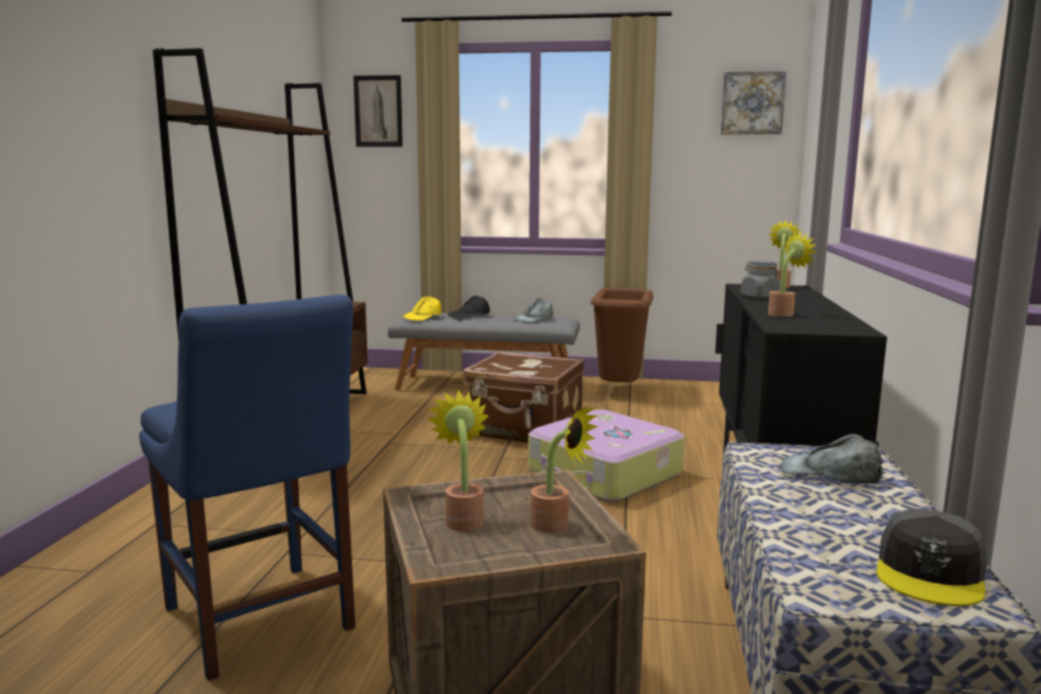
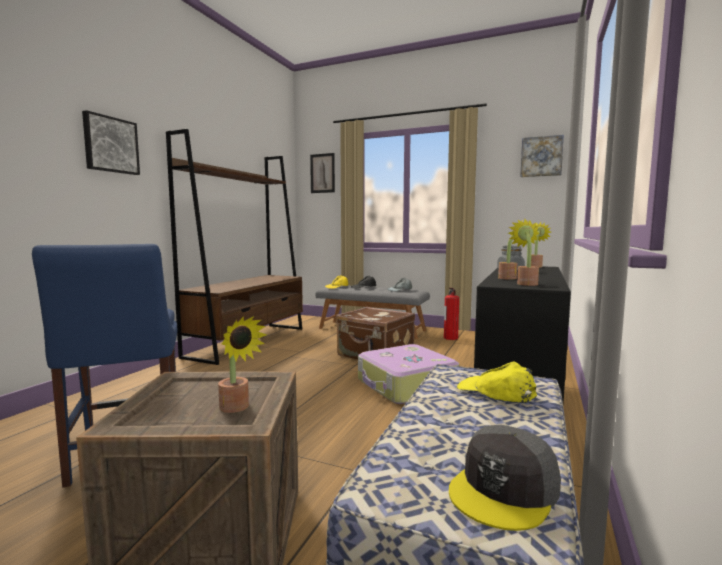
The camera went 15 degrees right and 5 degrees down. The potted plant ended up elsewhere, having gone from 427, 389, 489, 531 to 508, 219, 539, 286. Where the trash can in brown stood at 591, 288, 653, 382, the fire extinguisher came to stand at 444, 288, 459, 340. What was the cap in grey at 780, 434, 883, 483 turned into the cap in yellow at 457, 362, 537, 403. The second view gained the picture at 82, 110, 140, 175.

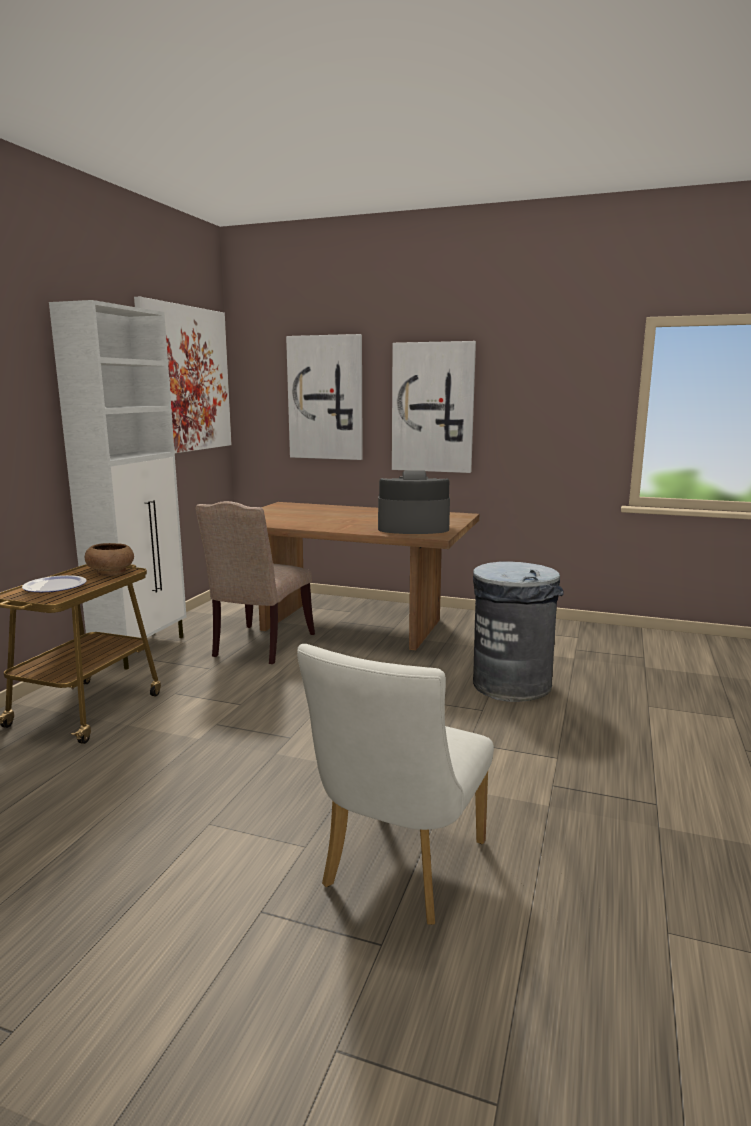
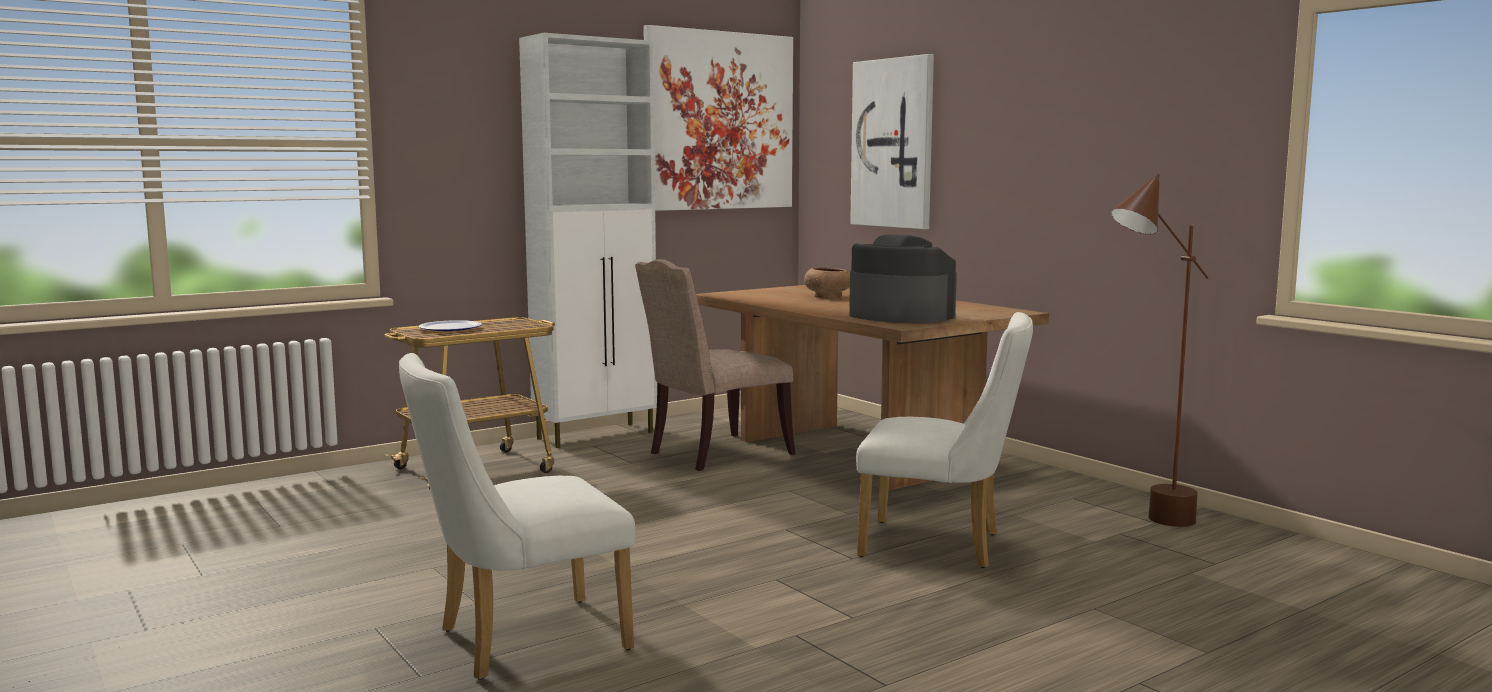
The camera went 35 degrees right and 5 degrees down. The bowl in brown ended up elsewhere, having gone from 85, 543, 134, 576 to 804, 267, 850, 298. The second view lost the picture at 392, 341, 476, 473. Where the trash can in grey stood at 473, 561, 564, 702, the chair in white came to stand at 856, 312, 1033, 568. The second view gained the floor lamp in brown at 1111, 174, 1209, 527.

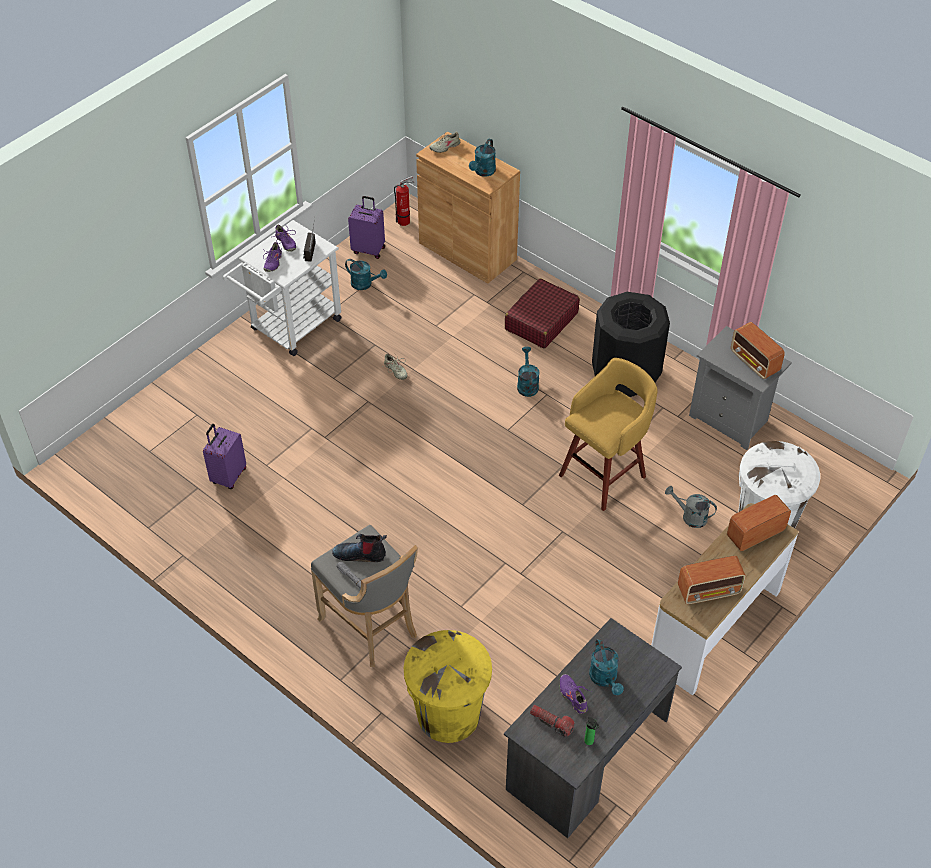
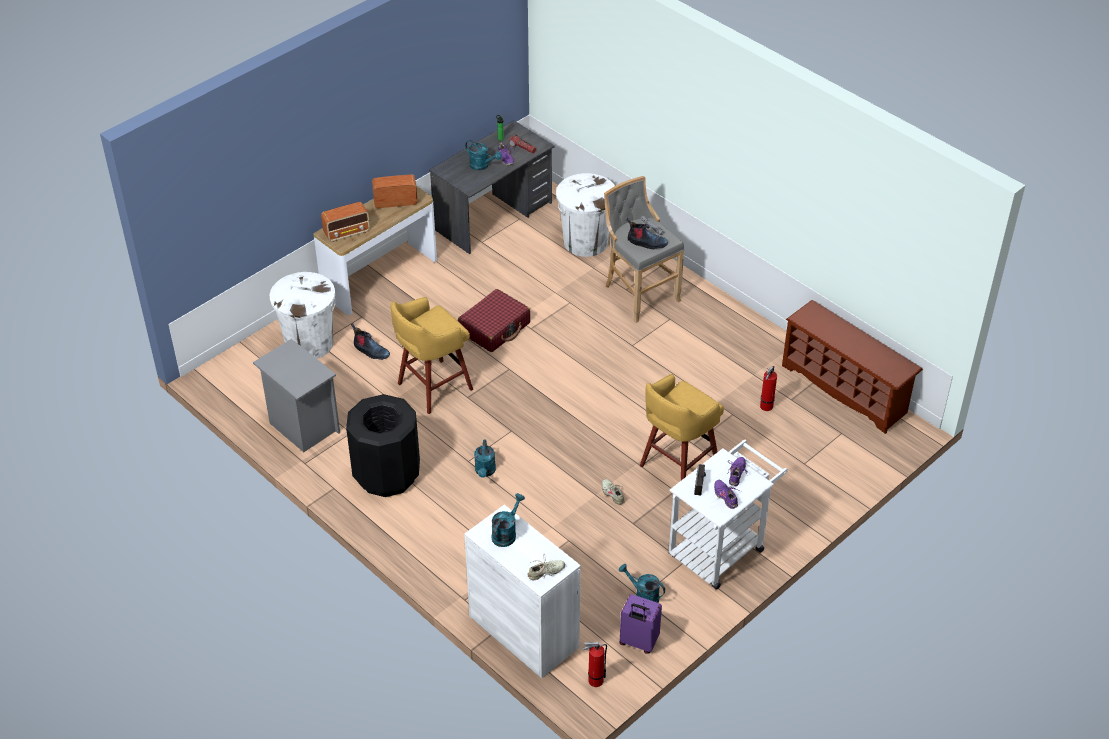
The camera went 175 degrees left and 5 degrees down. Where the suitcase in purple stood at 203, 424, 246, 489, the fire extinguisher came to stand at 760, 366, 777, 411. What was the trash can in yellow at 404, 630, 492, 743 turned into the trash can in white at 556, 173, 615, 257. What was the cabinet in brown at 416, 131, 520, 284 turned into the cabinet in white at 464, 505, 581, 678. The suitcase in red ended up elsewhere, having gone from 505, 278, 580, 349 to 458, 289, 530, 352. The watering can in turquoise at 589, 639, 624, 695 ended up facing another way, 135 degrees clockwise from before. Where the watering can in grey stood at 665, 486, 717, 528, the boot came to stand at 351, 323, 390, 360. The second view lost the radio at 731, 322, 785, 379. The second view gained the stool in yellow at 640, 374, 724, 480. The second view gained the shoe rack in brown at 782, 300, 923, 434.

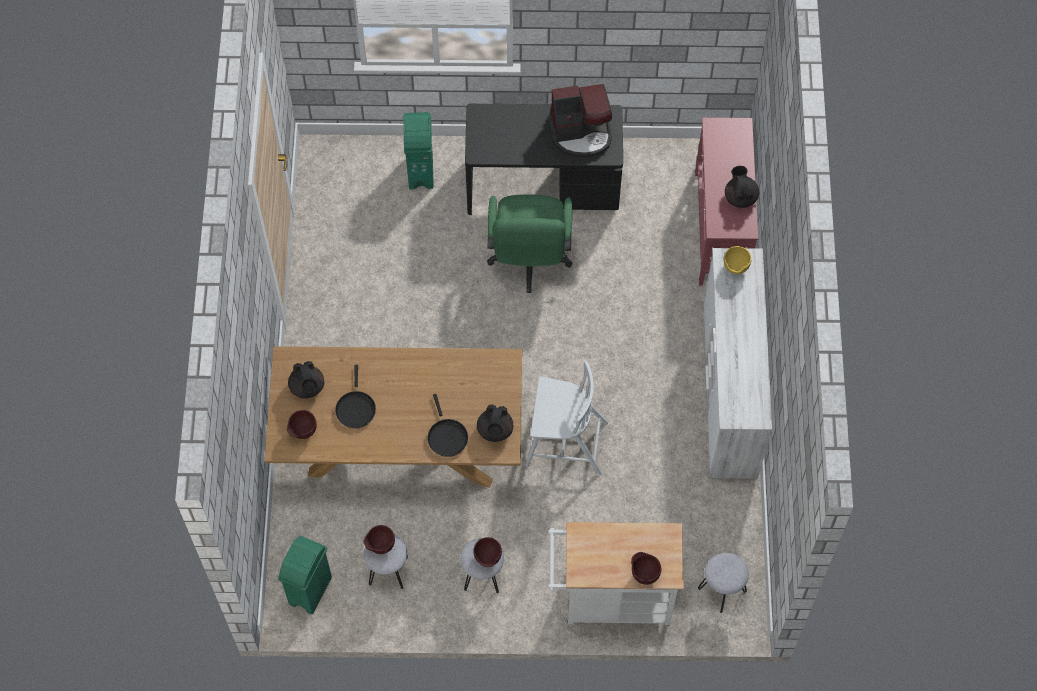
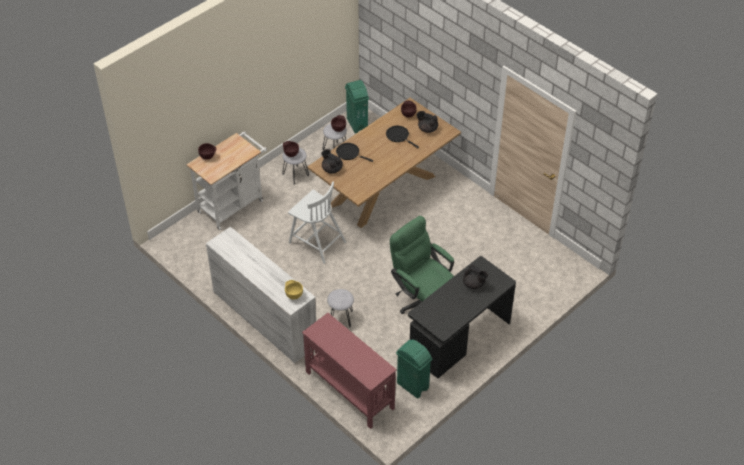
The camera went 135 degrees right and 15 degrees down. The trash can in green ended up elsewhere, having gone from 403, 112, 434, 190 to 396, 340, 432, 399. The chair in white at 525, 361, 608, 475 ended up facing another way, 105 degrees counterclockwise from before. The second view lost the coffee machine at 547, 84, 612, 158. The stool in grey ended up elsewhere, having gone from 698, 553, 749, 613 to 327, 289, 354, 327. The teapot in black ended up elsewhere, having gone from 725, 166, 759, 208 to 463, 265, 488, 289.

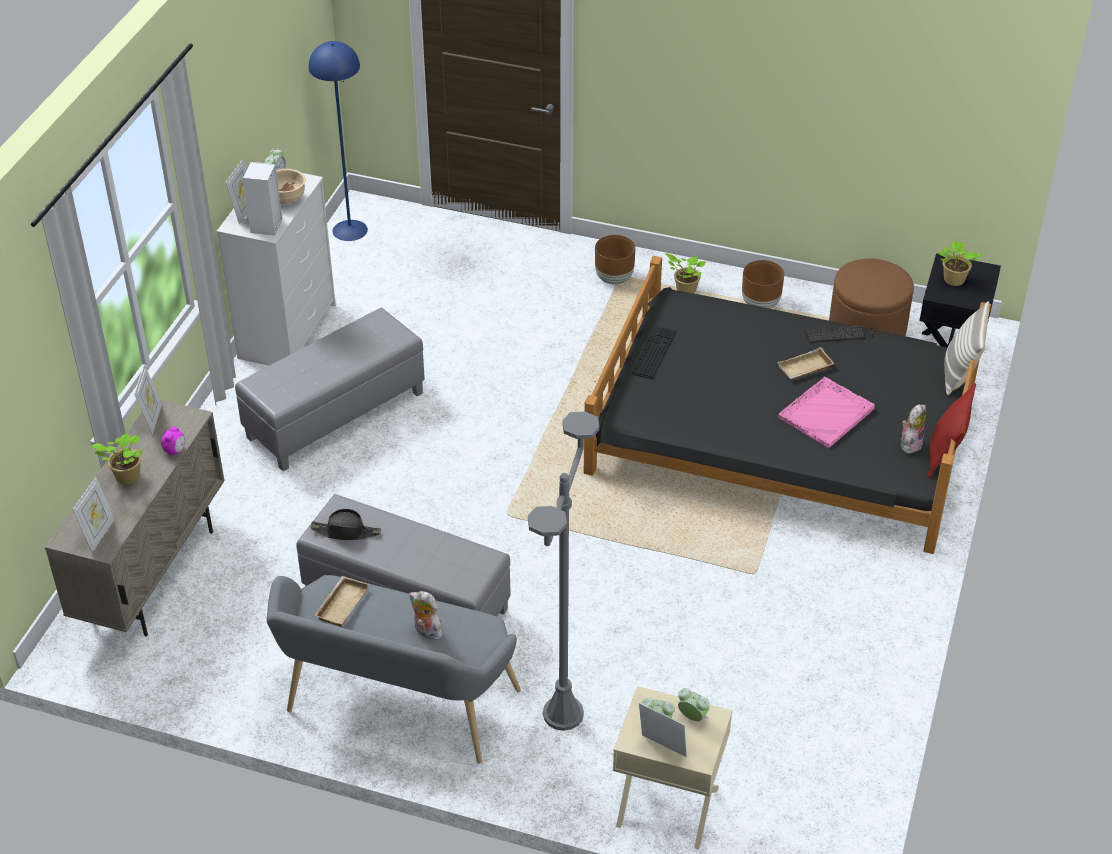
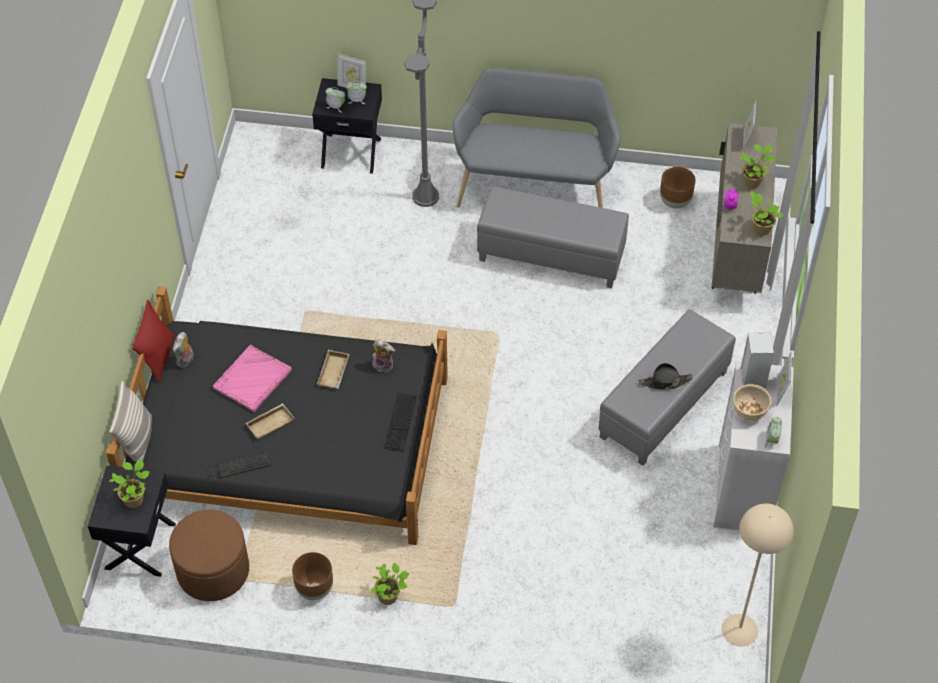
The camera went 170 degrees right and 10 degrees up. Where the picture frame stood at 134, 364, 162, 435, the potted plant came to stand at 750, 191, 783, 236. What was the floor lamp in blue at 309, 41, 368, 241 turned into the floor lamp in beige at 722, 504, 794, 646. The hat in black ended up elsewhere, having gone from 310, 509, 381, 540 to 639, 363, 693, 390. The tray in beige ended up elsewhere, having gone from 314, 576, 369, 627 to 317, 350, 350, 389. The plush toy ended up elsewhere, having gone from 409, 591, 443, 640 to 372, 339, 395, 373. The planter in brown ended up elsewhere, having gone from 595, 235, 635, 285 to 660, 167, 695, 208. What was the nightstand in beige at 613, 686, 732, 850 turned into the nightstand in black at 312, 78, 382, 174.

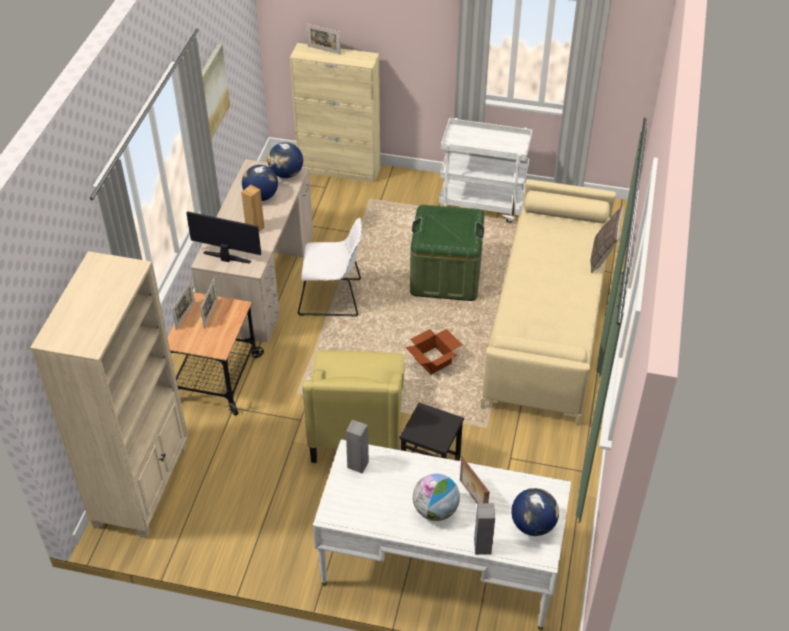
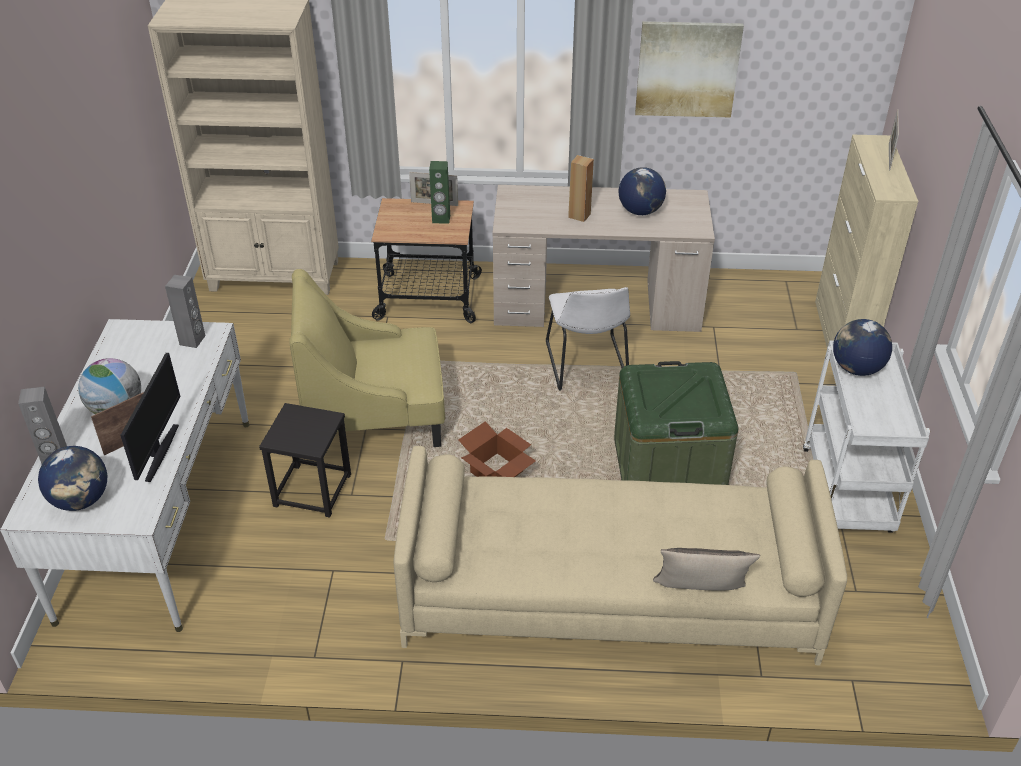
The camera went 80 degrees right and 5 degrees down. The monitor ended up elsewhere, having gone from 186, 211, 261, 264 to 120, 353, 181, 482. Where the picture frame stood at 200, 278, 218, 329, the speaker in green came to stand at 429, 161, 450, 224. The globe ended up elsewhere, having gone from 268, 142, 303, 178 to 833, 319, 892, 376.

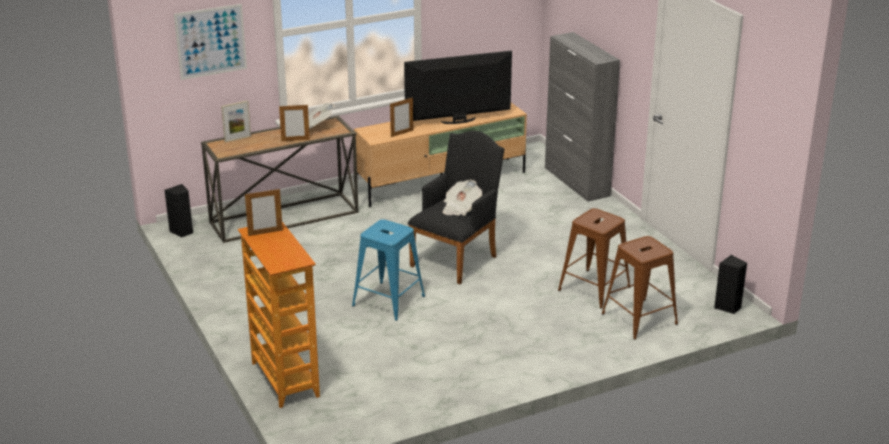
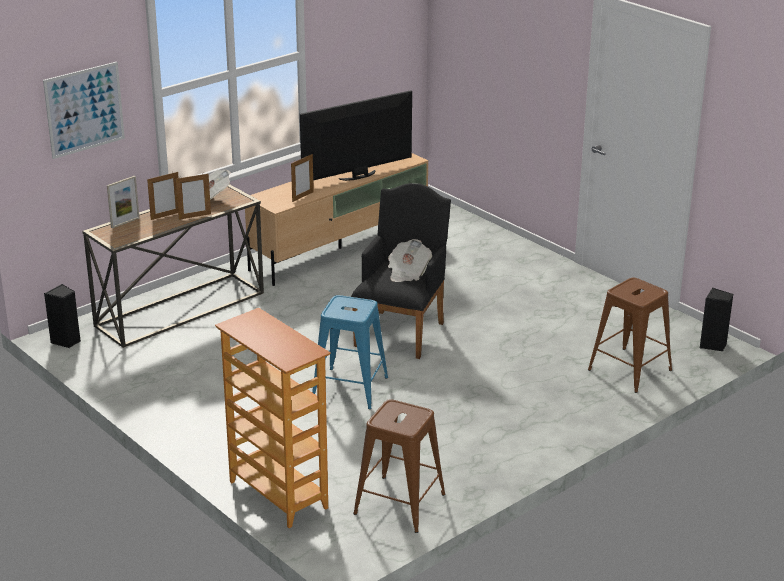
The camera went 15 degrees left and 0 degrees up. The picture frame ended up elsewhere, having gone from 245, 189, 283, 236 to 147, 171, 179, 220. The second view lost the cabinet in grey at 545, 32, 620, 202. The stool in brown ended up elsewhere, having gone from 558, 208, 630, 308 to 353, 399, 445, 533.

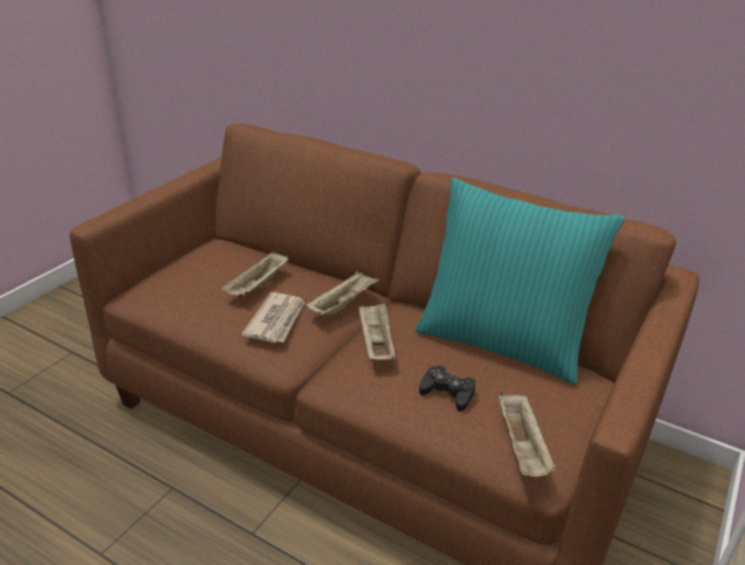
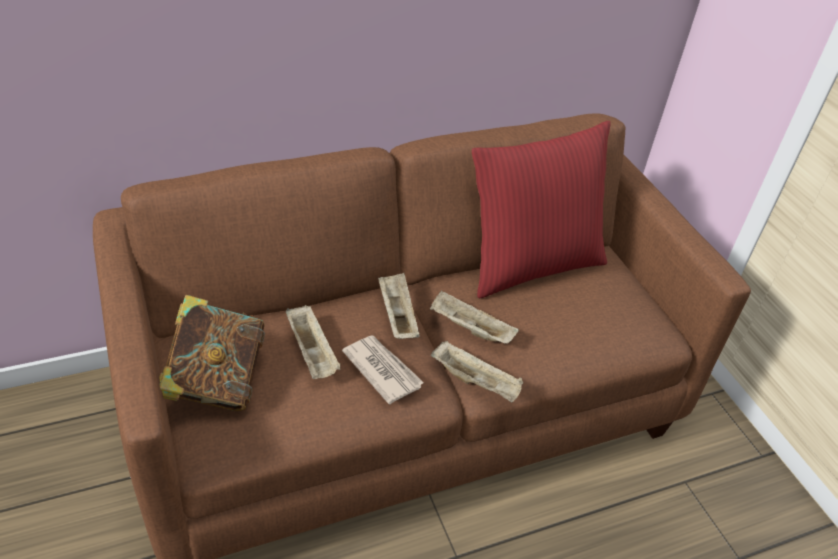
The camera went 55 degrees left and 10 degrees up. What was the pillow in turquoise at 416, 178, 625, 385 turned into the pillow in red at 472, 121, 610, 298. The second view lost the game controller in black at 419, 365, 476, 411. The tray in beige ended up elsewhere, having gone from 499, 392, 556, 477 to 431, 341, 523, 402. The second view gained the book at 159, 295, 265, 411.

